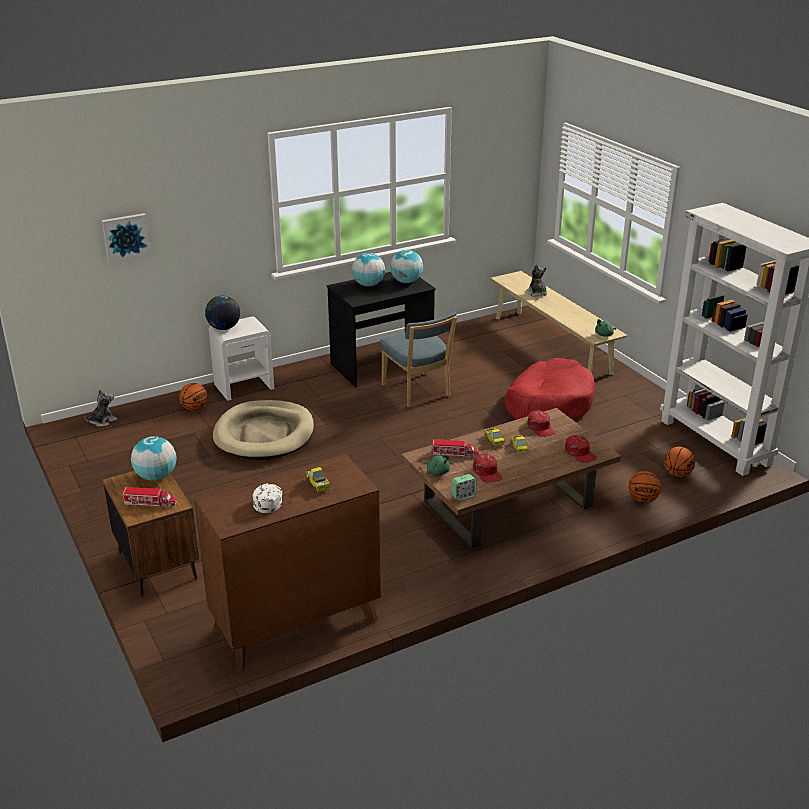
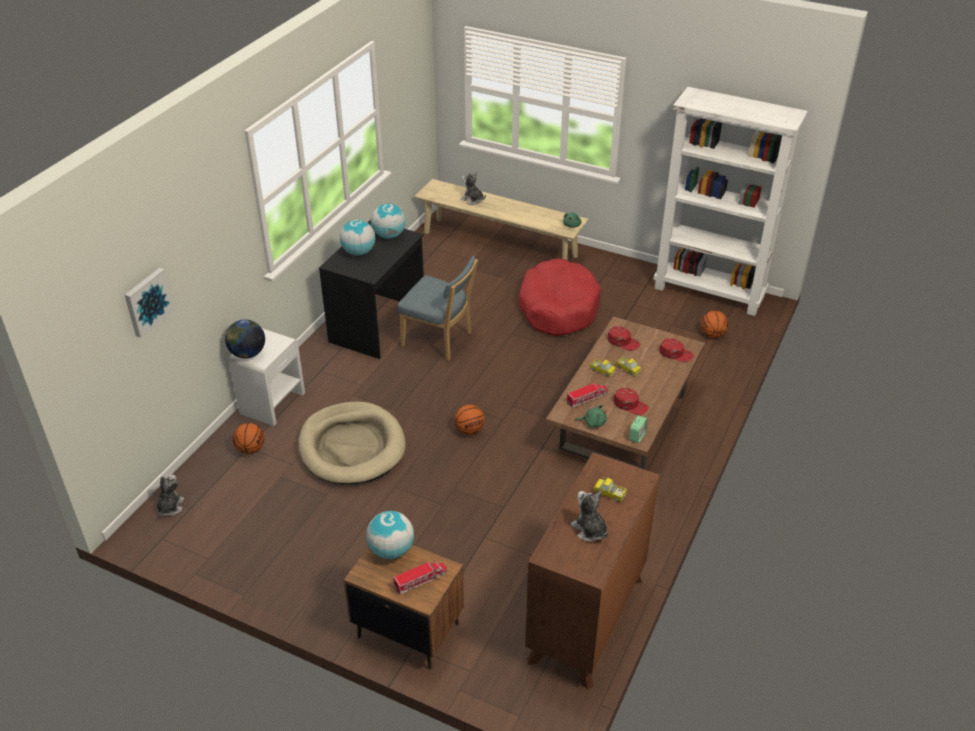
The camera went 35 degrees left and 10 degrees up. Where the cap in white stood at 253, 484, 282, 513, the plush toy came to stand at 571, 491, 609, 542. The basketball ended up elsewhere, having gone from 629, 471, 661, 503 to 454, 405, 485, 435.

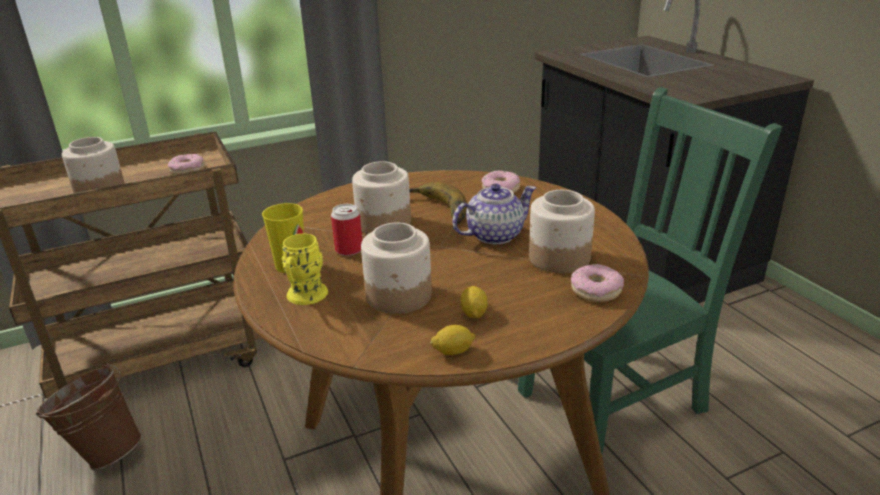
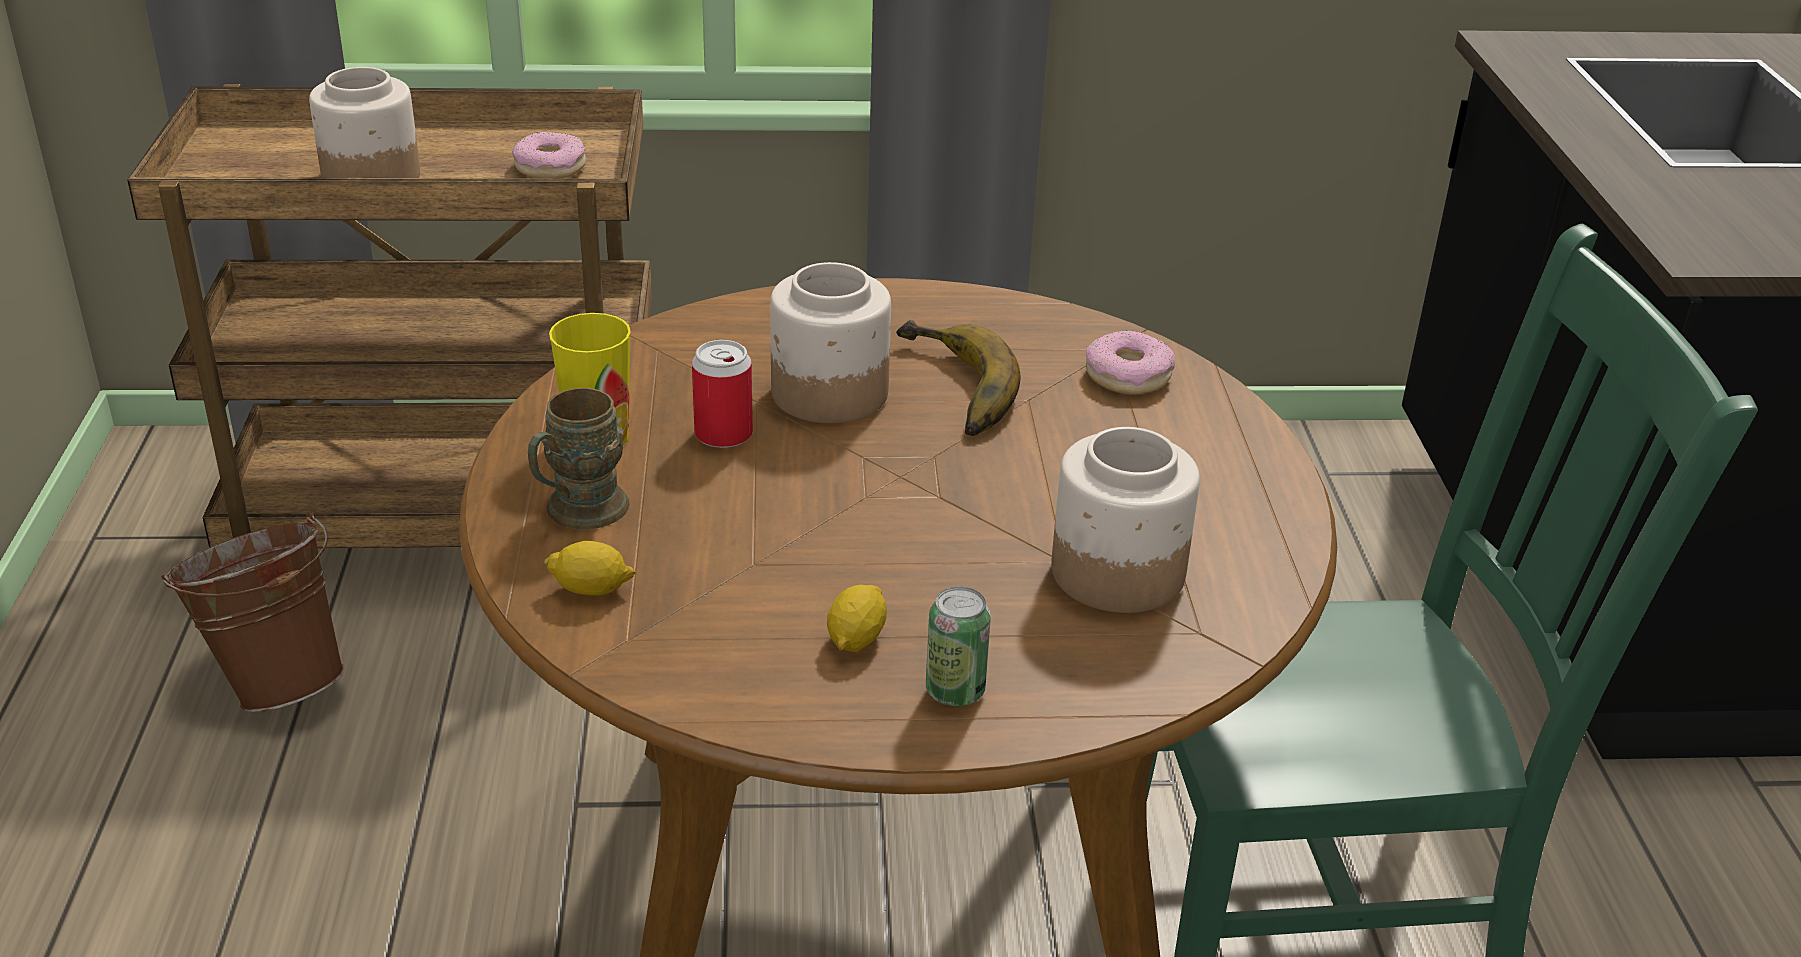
The camera went 20 degrees right and 5 degrees up. What was the mug in yellow at 282, 234, 328, 305 turned into the mug in brown at 528, 388, 630, 529. The second view lost the jar at 361, 222, 432, 314. The lemon ended up elsewhere, having gone from 430, 325, 476, 355 to 544, 541, 636, 596. The second view lost the teapot at 452, 184, 536, 244. The second view lost the donut at 571, 264, 624, 302. The second view gained the can at 926, 587, 991, 706.

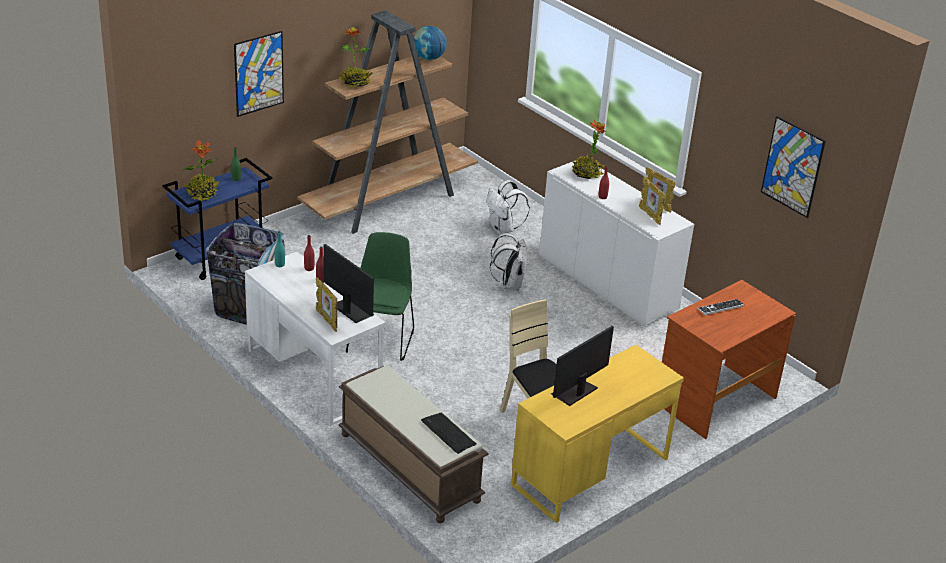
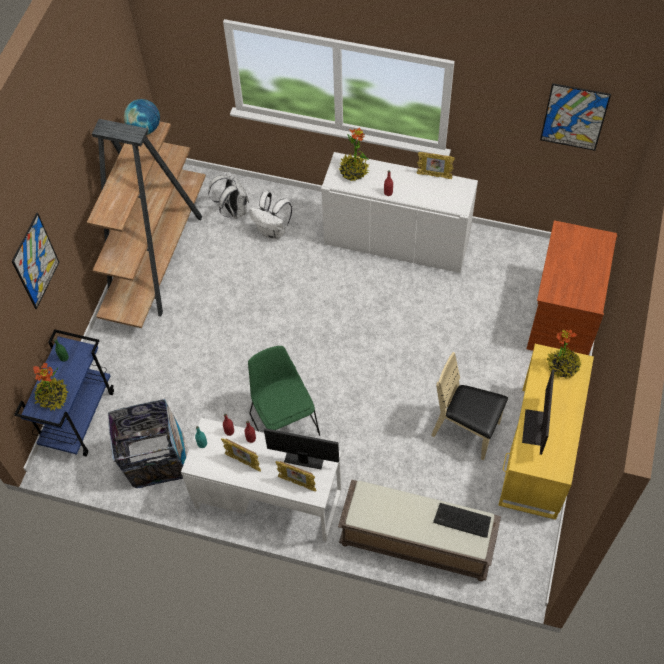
The camera went 30 degrees left and 25 degrees up. The potted plant ended up elsewhere, having gone from 339, 27, 373, 88 to 547, 329, 582, 379. The backpack in white ended up elsewhere, having gone from 490, 233, 528, 291 to 208, 171, 249, 219. The picture frame ended up elsewhere, having gone from 639, 176, 665, 225 to 221, 438, 261, 471. The second view lost the keyboard at 697, 299, 745, 315.

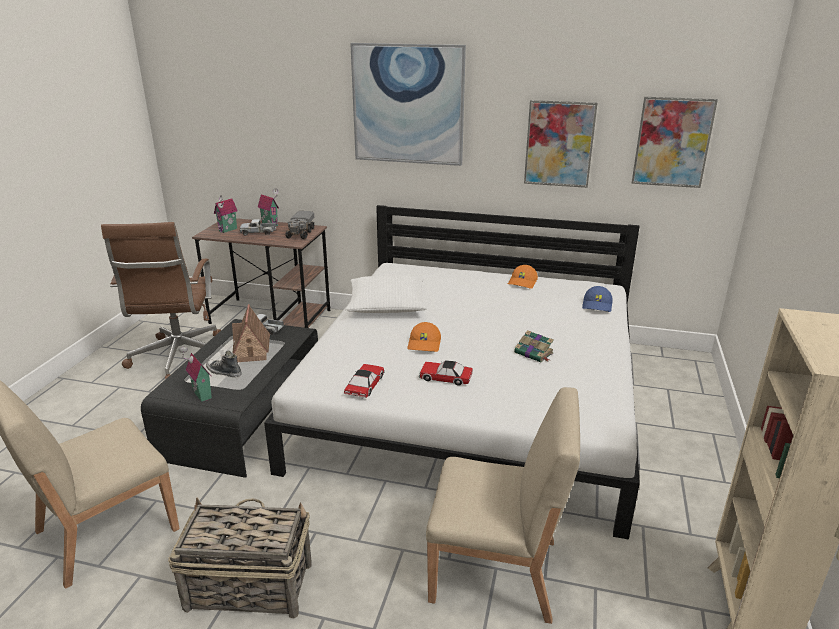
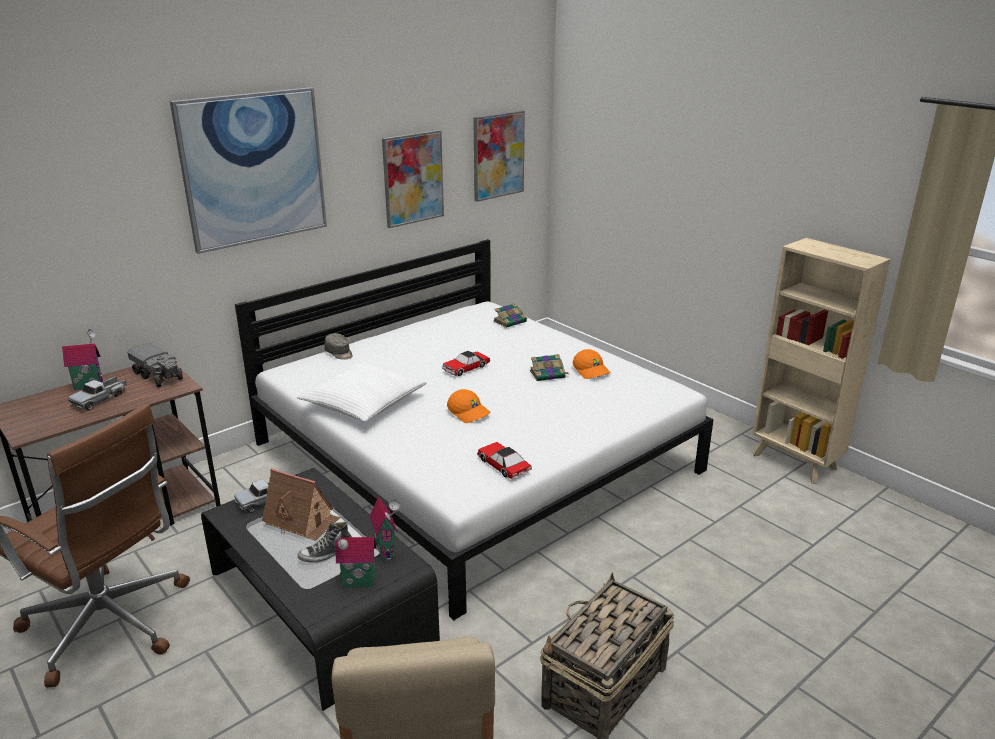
The camera went 55 degrees left and 0 degrees up. The toy house ended up elsewhere, having gone from 214, 195, 238, 233 to 370, 496, 400, 561. The toy car ended up elsewhere, having gone from 419, 360, 473, 386 to 442, 351, 490, 376. The second view lost the chair in beige at 426, 387, 580, 624. The cap in orange ended up elsewhere, having gone from 508, 265, 538, 289 to 573, 349, 611, 379. Where the cap in blue stood at 582, 286, 613, 312, the book came to stand at 493, 303, 527, 328. The second view gained the cap in grey at 325, 333, 353, 360.

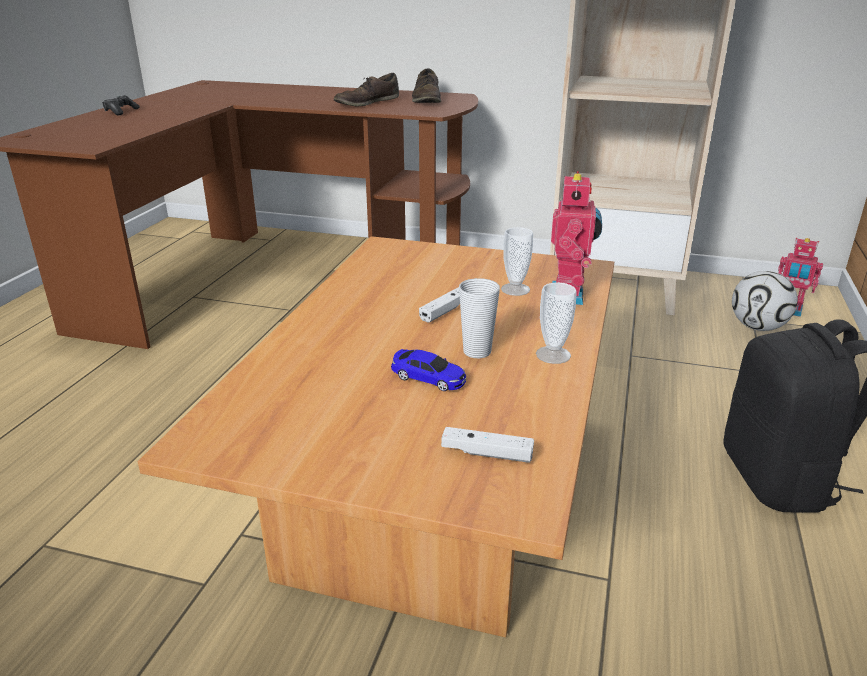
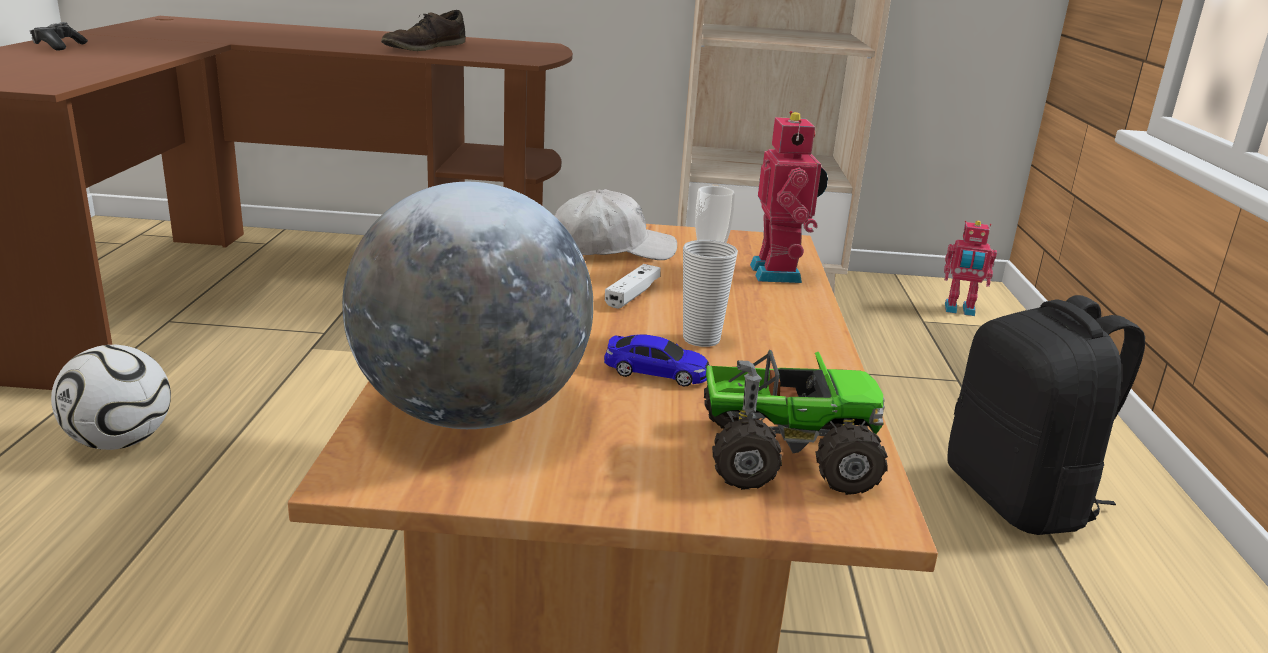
The camera went 15 degrees left and 5 degrees down. The second view lost the shoe in brown at 412, 68, 441, 103. Where the game controller in white stood at 441, 427, 534, 463, the toy truck came to stand at 704, 350, 888, 495. The second view lost the cup at 536, 283, 577, 364. The football ended up elsewhere, having gone from 732, 271, 798, 331 to 51, 345, 171, 450. The second view gained the globe at 342, 182, 593, 429. The second view gained the cap in white at 555, 189, 677, 260.

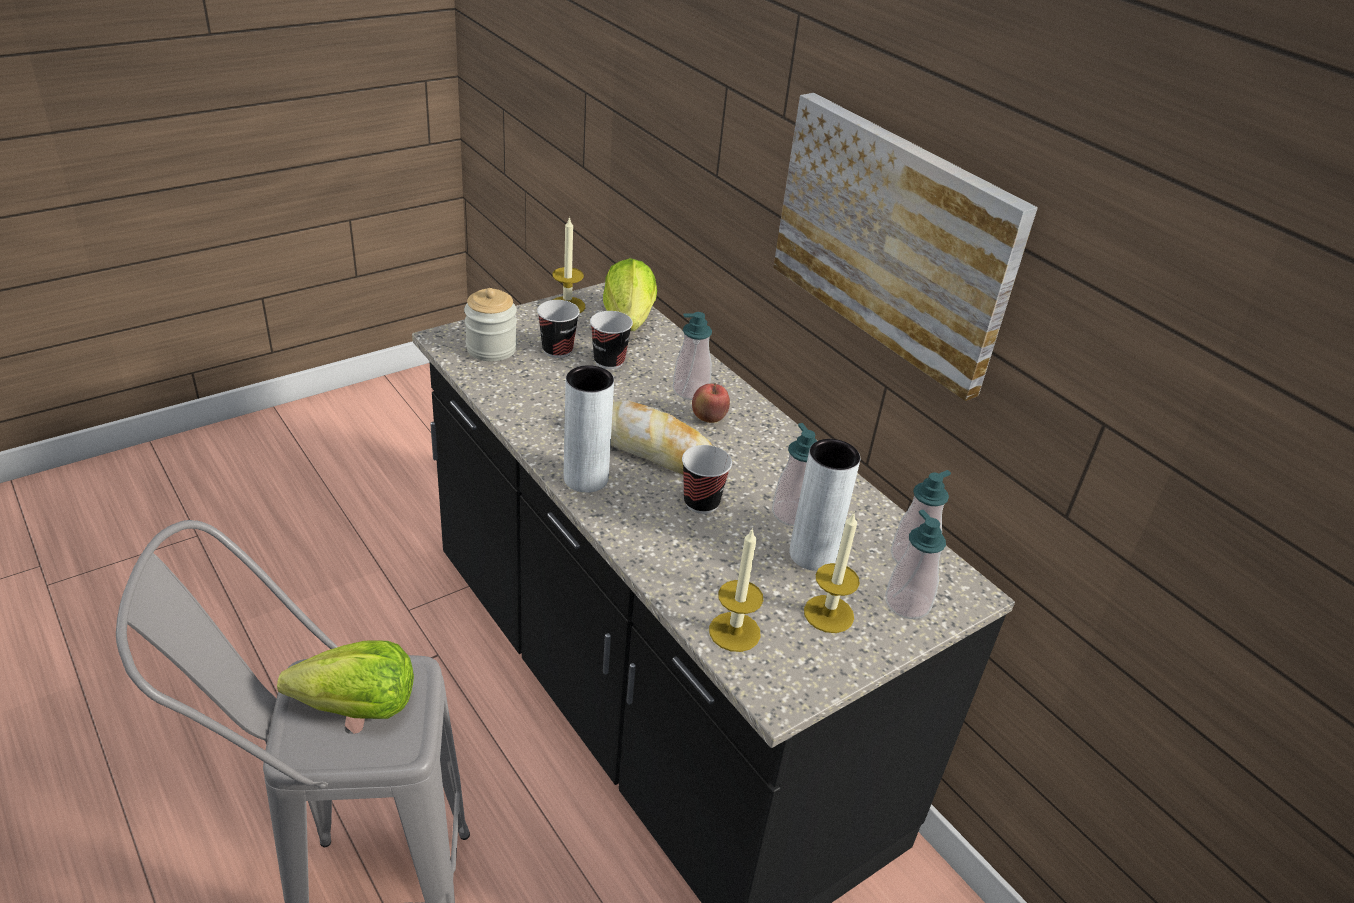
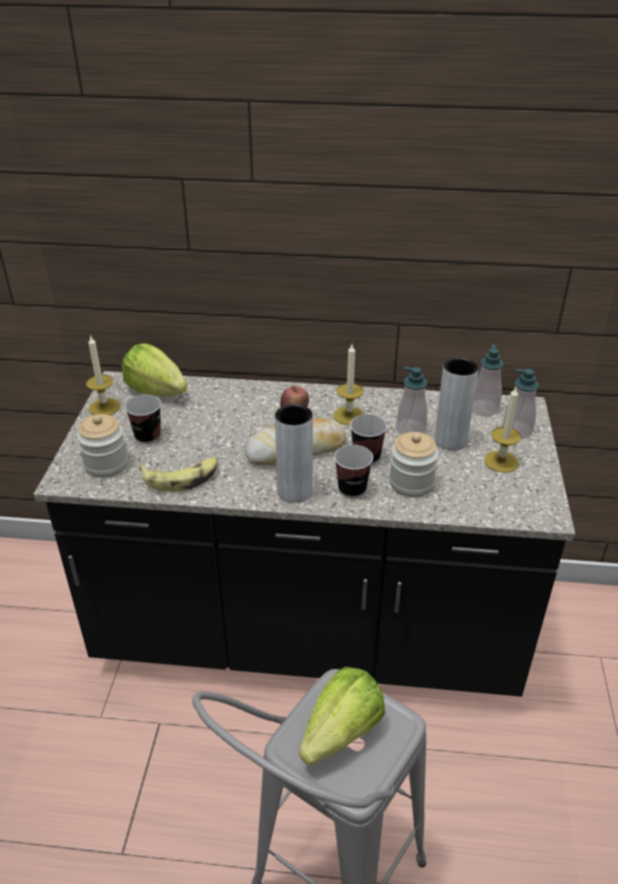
The camera went 45 degrees left and 0 degrees up. The cup ended up elsewhere, having gone from 590, 311, 633, 369 to 334, 445, 373, 498. The second view lost the soap dispenser at 673, 312, 712, 400. The candle ended up elsewhere, having gone from 709, 528, 763, 652 to 334, 344, 364, 425. The second view lost the picture at 773, 93, 1038, 401. The second view gained the banana at 139, 457, 218, 492. The second view gained the jar at 389, 432, 439, 497.

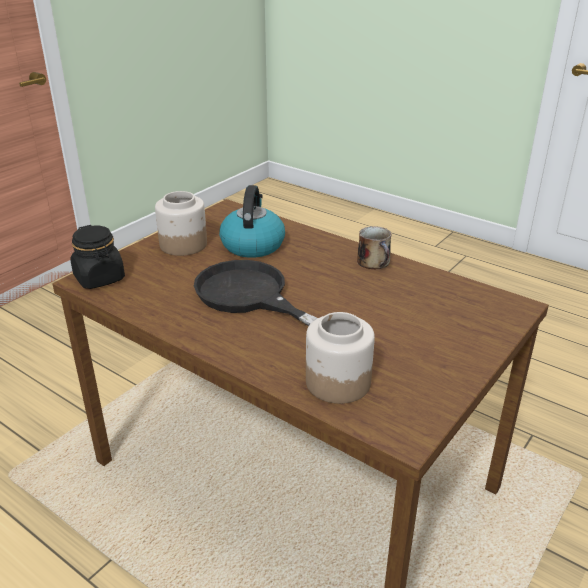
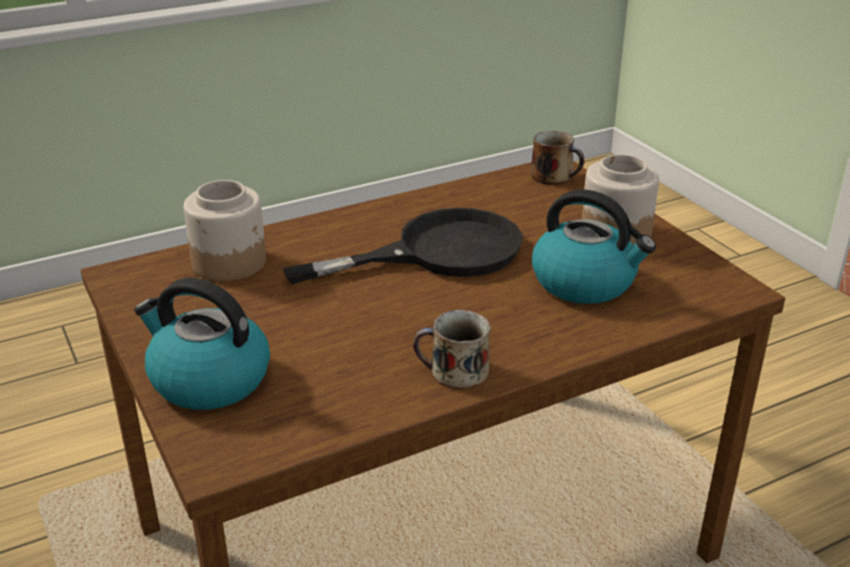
The camera went 115 degrees right and 0 degrees up. Where the jar in black stood at 70, 225, 125, 289, the mug came to stand at 531, 131, 585, 185. The second view gained the kettle at 134, 278, 270, 410.

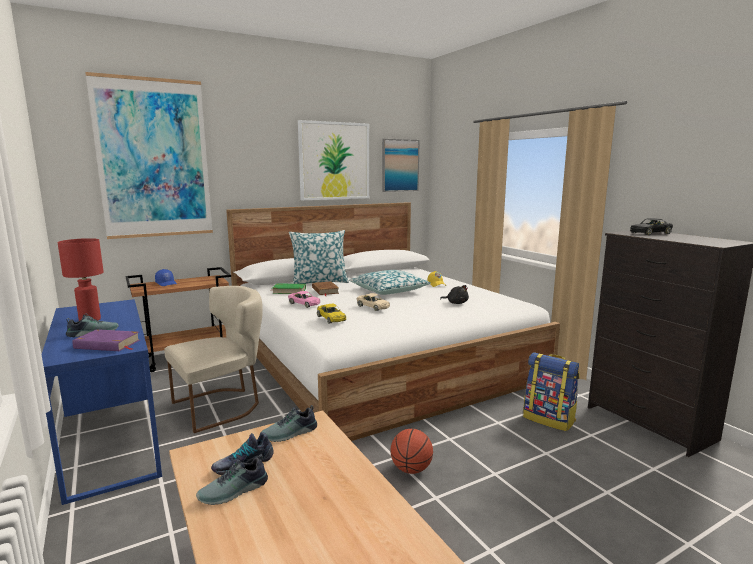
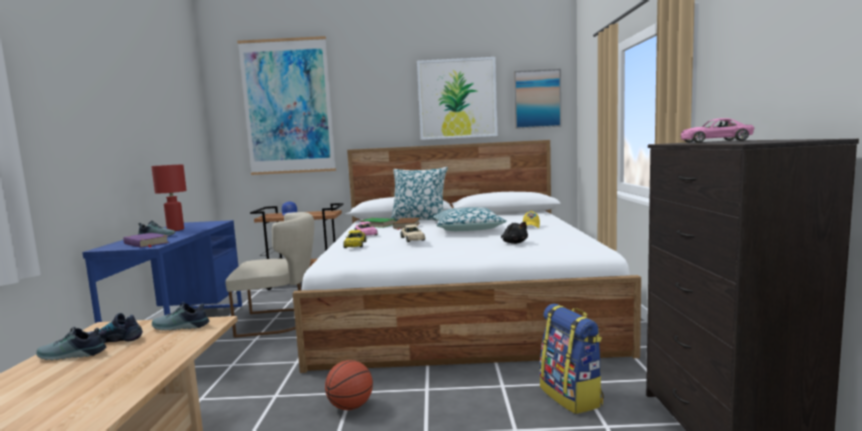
The camera went 30 degrees right and 5 degrees down. What was the toy car in black at 630, 218, 673, 235 turned into the toy car in pink at 681, 118, 754, 142.

